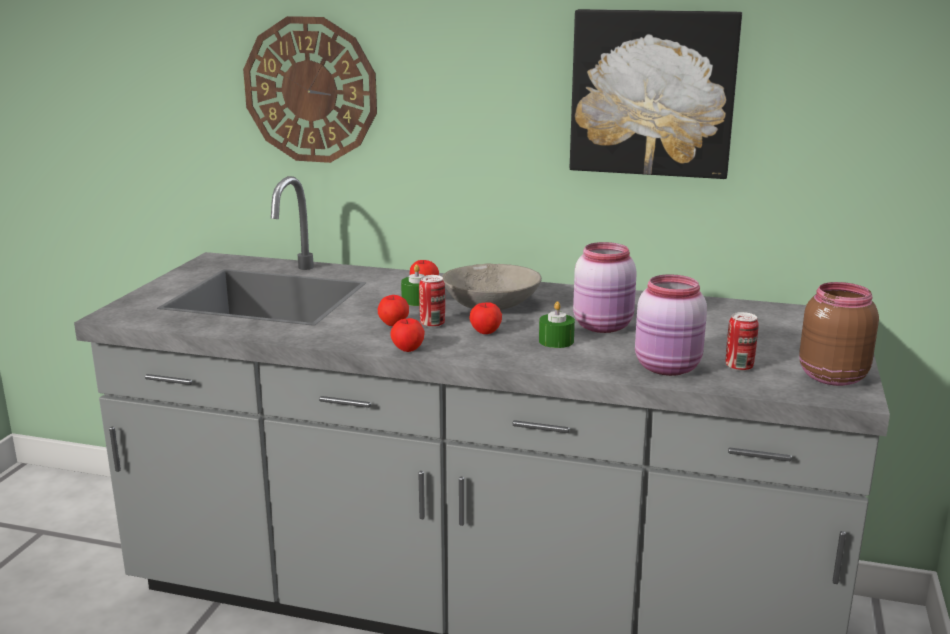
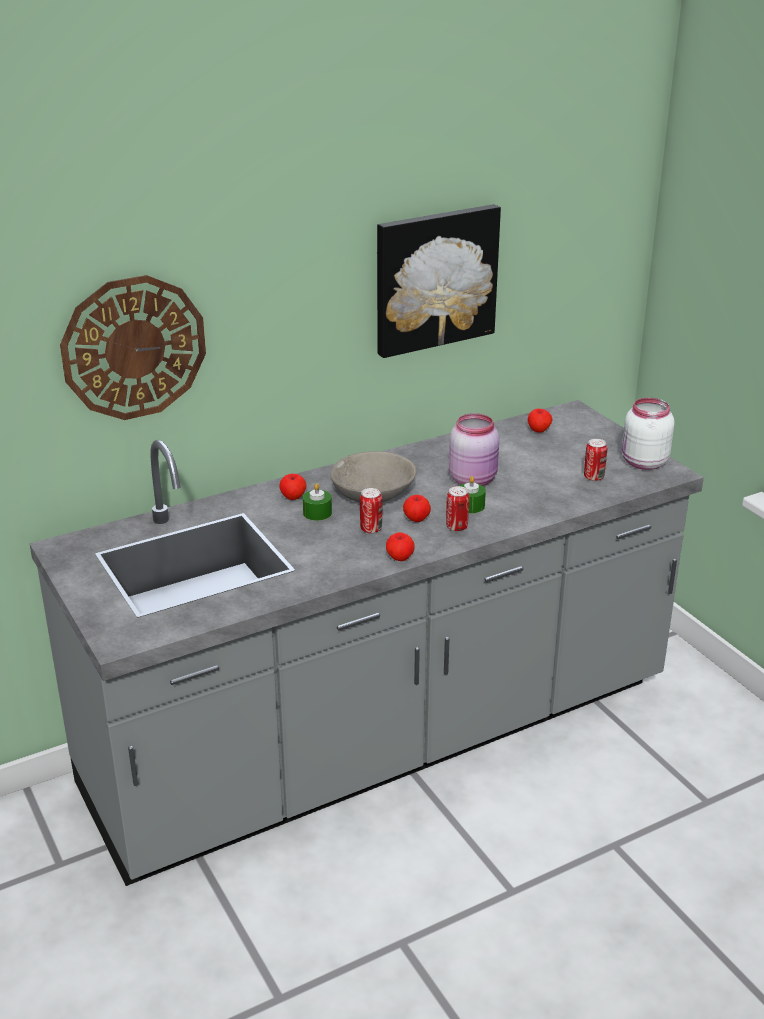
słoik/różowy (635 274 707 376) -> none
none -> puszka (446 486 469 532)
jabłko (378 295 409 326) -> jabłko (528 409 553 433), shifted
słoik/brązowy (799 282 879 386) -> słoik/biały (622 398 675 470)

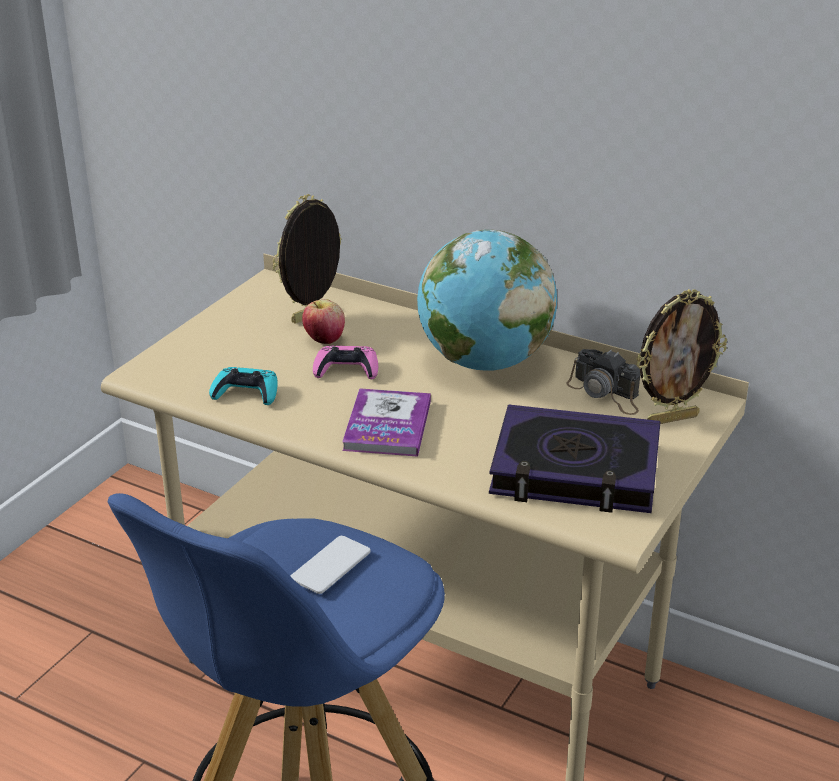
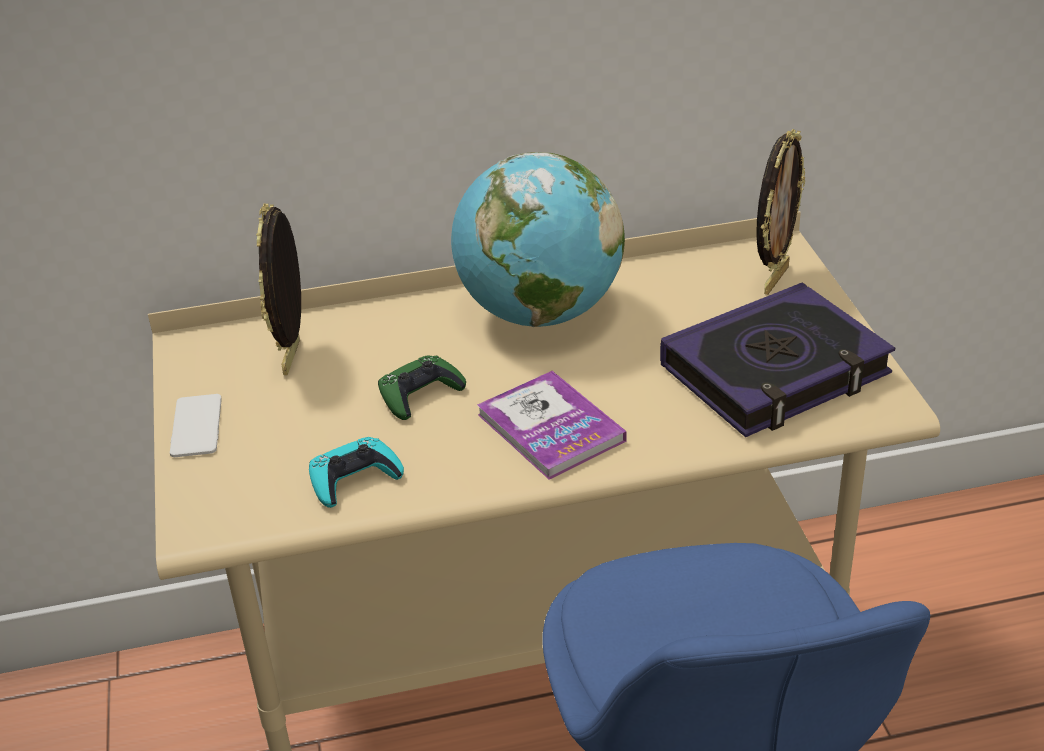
jabłko (302 299 345 344) -> none
aparat fotograficzny (566 349 640 415) -> none
telefon (290 536 371 594) -> telefon (170 394 222 457), shifted
pad do gier/różowy (313 346 378 379) -> pad do gier/zielony (378 355 466 420)

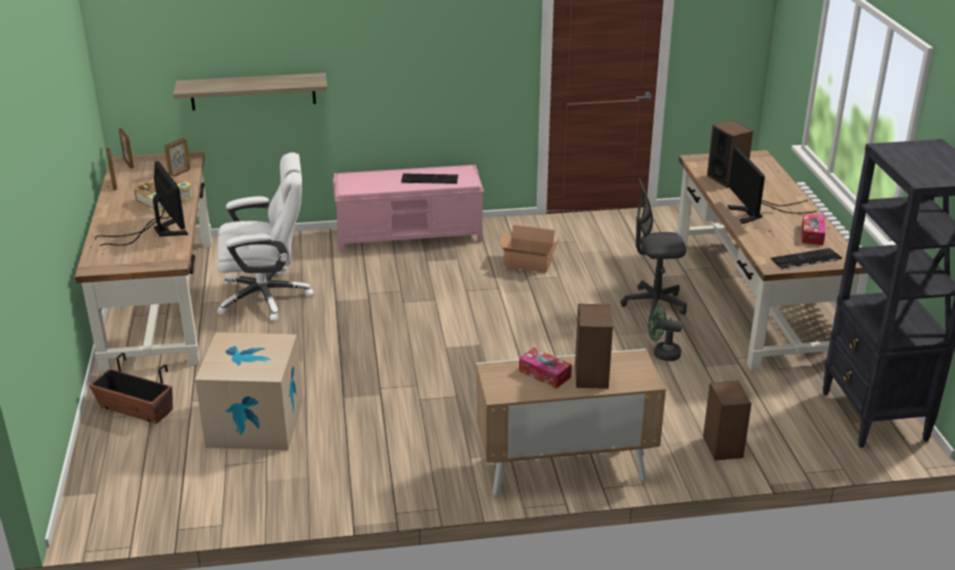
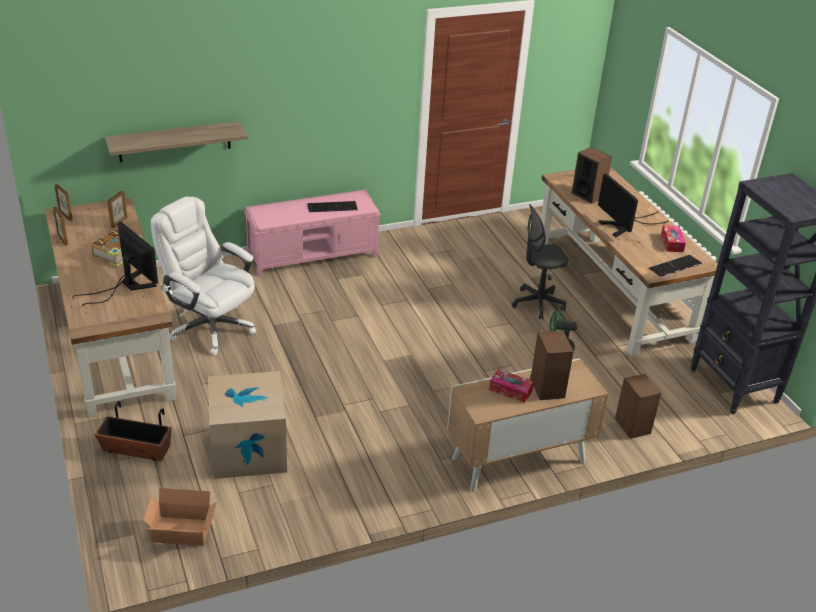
karton (499 225 561 272) -> karton (143 488 217 546), shifted
krzesło biurowe/biały (217 153 314 322) -> krzesło biurowe/biały (151 196 256 355), 120 degrees counterclockwise

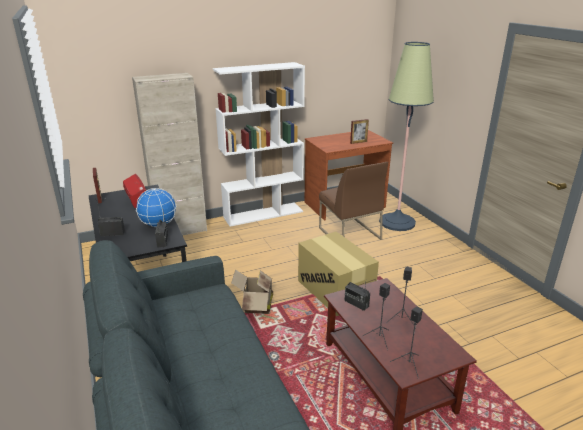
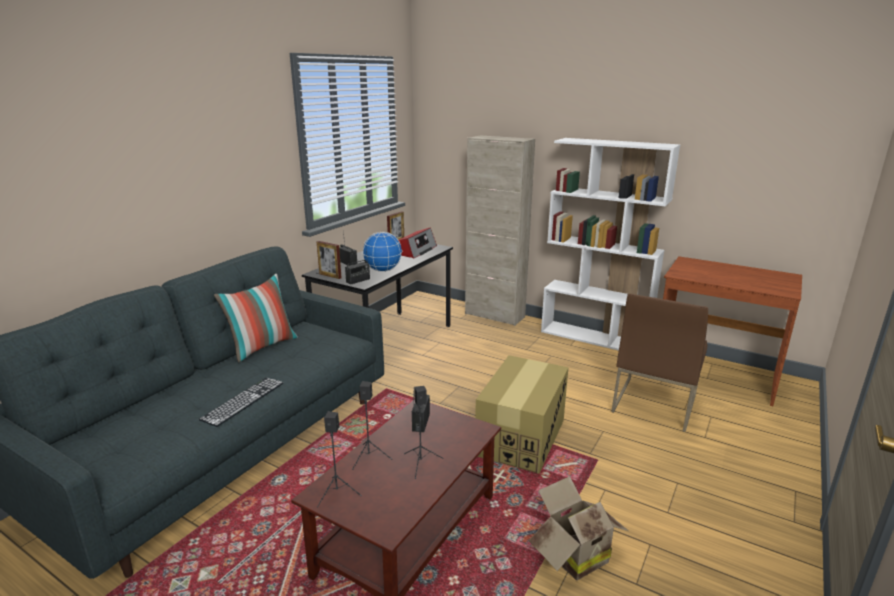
lampa stojąca (379 42 434 231) -> none
none -> klawiatura (199 377 283 427)
none -> poduszka (214 274 298 362)
karton (231 269 273 314) -> karton (529 476 629 580), shifted
ramka na zdjęcie (350 119 369 144) -> ramka na zdjęcie (317 241 342 279), shifted

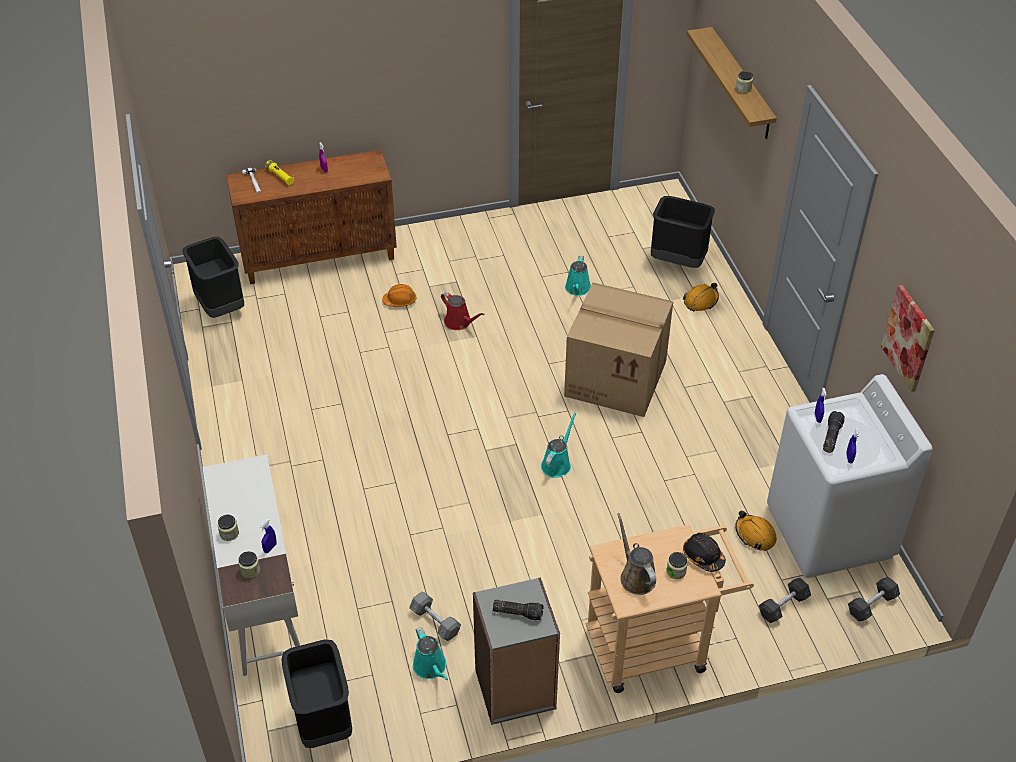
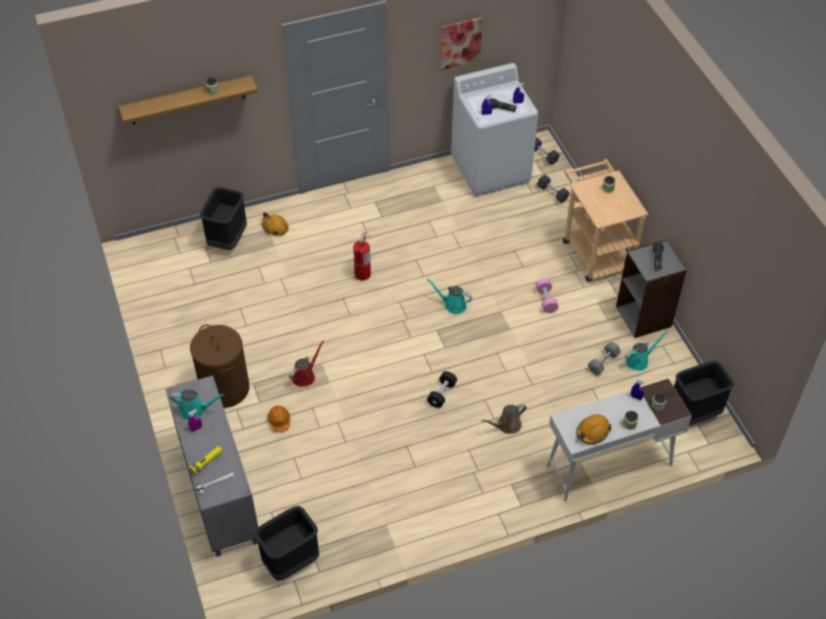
kask/czarny (683 533 726 572) -> none
none -> kosz na pranie/brązowy (190 324 249 408)
none -> hantel/czarny (427 371 457 408)
none -> hantel/różowy (535 278 559 313)
konewka/turkusowy (565 256 591 296) -> konewka/turkusowy (169 389 224 421), shifted
konewka/brązowy (617 513 656 595) -> konewka/brązowy (481 404 527 434), shifted
kask/pomarańczowy (735 510 777 551) -> kask/pomarańczowy (576 414 611 444), shifted
karton (564 283 673 417) -> gaśnica (353 232 371 280)
szafka/brązowy (226 150 397 284) -> szafka/szary (165 375 258 557)

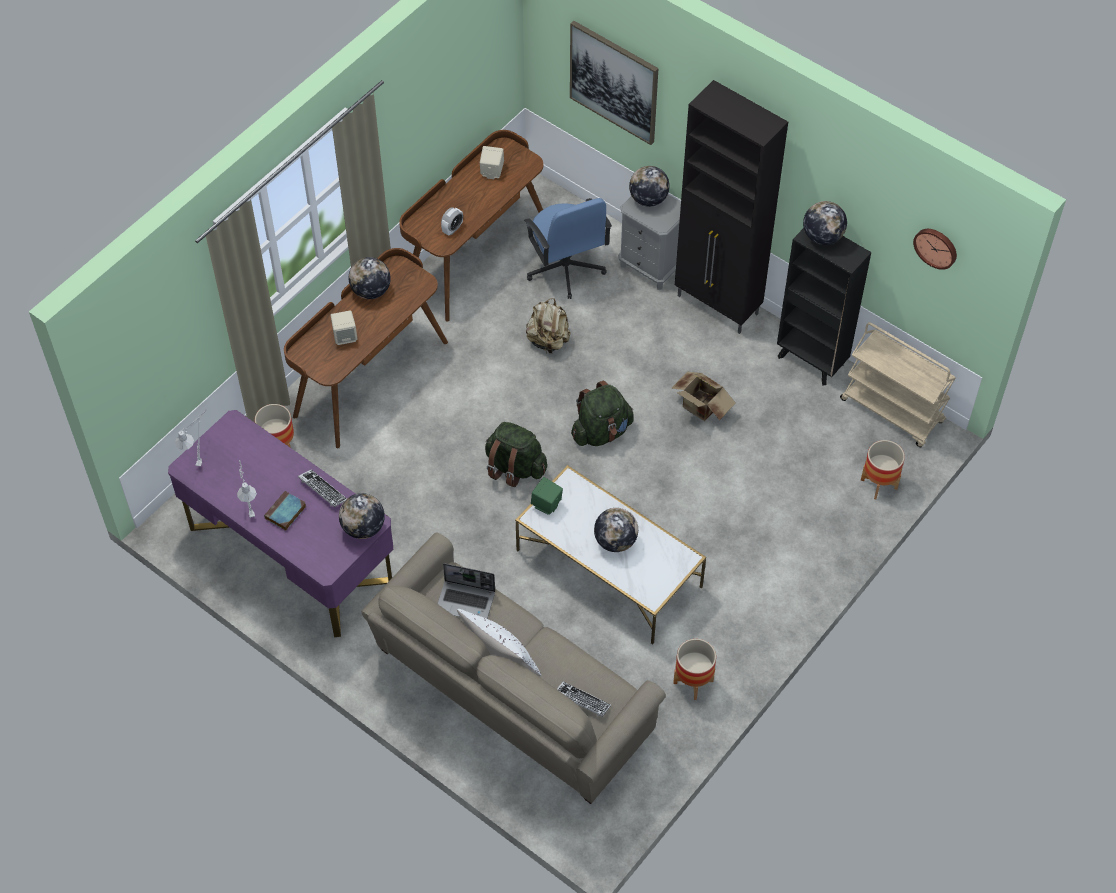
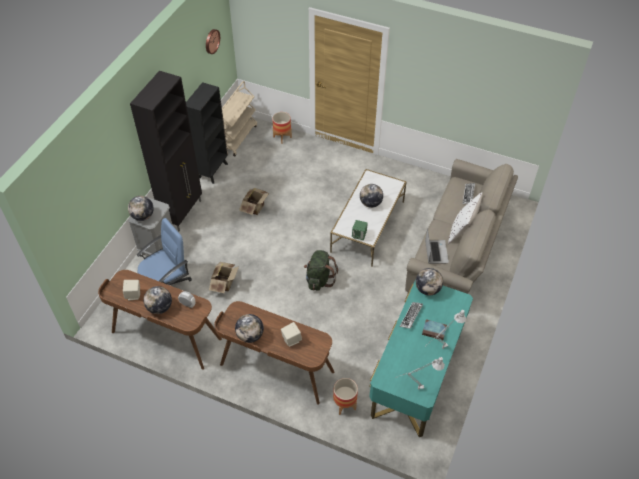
obraz (570 21 658 145) -> none
plecak/zielony (571 381 634 446) -> none
donica (673 639 716 700) -> none
globus (803 201 847 245) -> globus (143 286 172 314), shifted
plecak/beżowy (526 298 570 355) -> karton (209 262 239 293)
biurko/fioletowy (168 410 393 637) -> biurko/turkusowy (369 280 473 437)

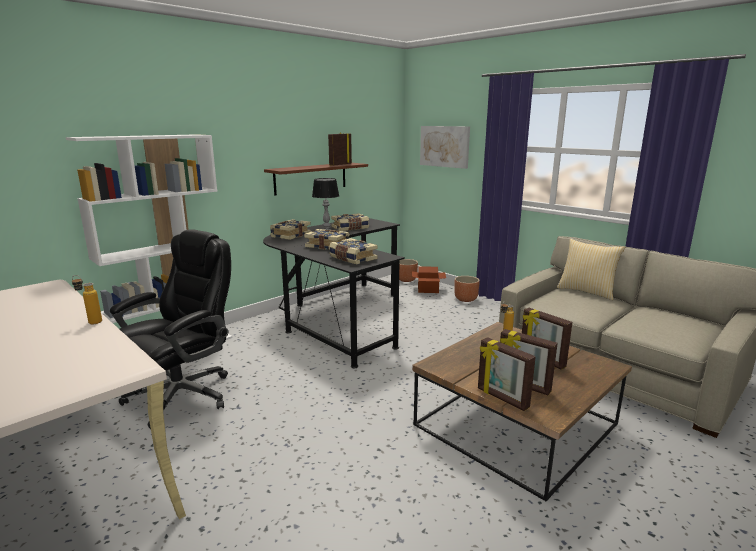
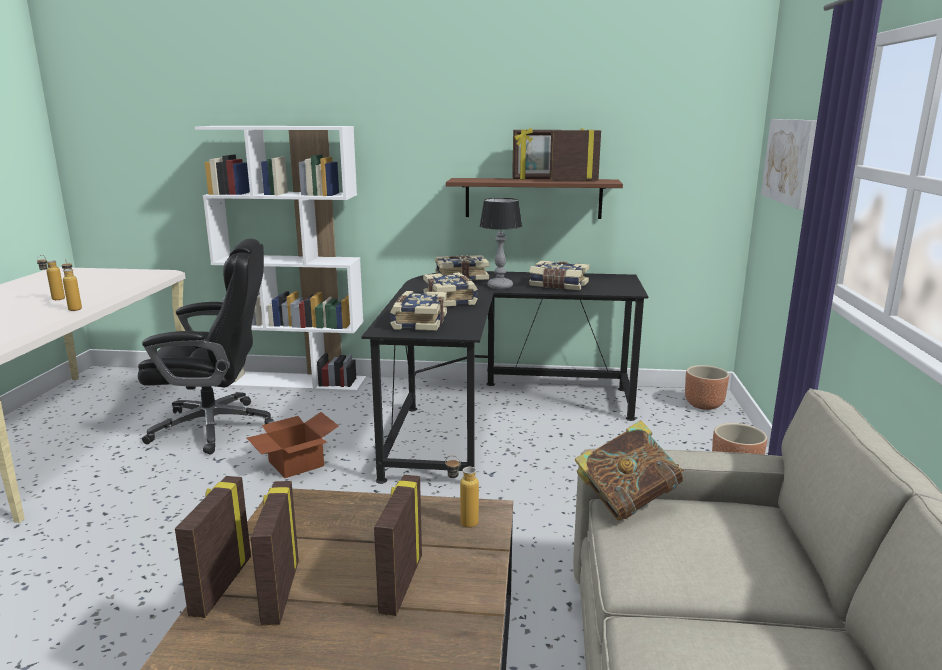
poduszka (557 239 626 300) -> none
none -> butelka (37 255 65 300)
none -> ramka na zdjęcie (512 128 551 180)
none -> książka (575 420 684 521)
karton (412 266 446 293) -> karton (247 412 339 478), shifted

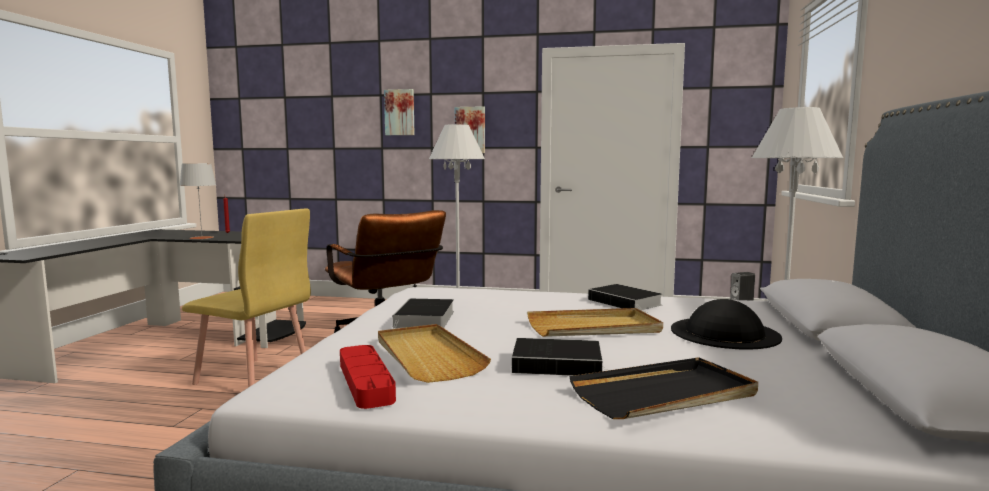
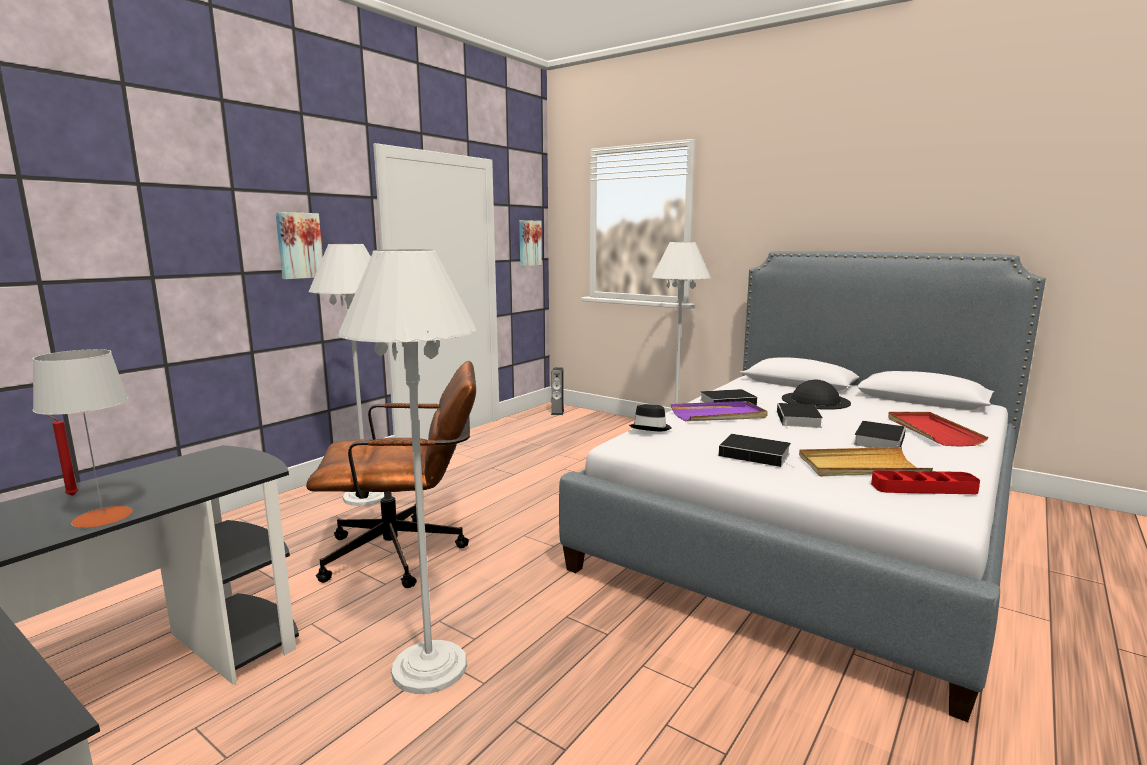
none -> kapelusz/czarny (629 404 672 431)
none -> taca/fioletowy (671 401 768 421)
obraz (384 89 415 135) -> obraz (519 220 542 266), shifted
krzesło/żółty (182 208 311 388) -> lampa stojąca/biały (338 250 477 694)
taca/beżowy (527 308 663 337) -> książka (777 403 823 429)
taca/czarny (569 357 758 419) -> taca/czerwony (888 412 989 447)

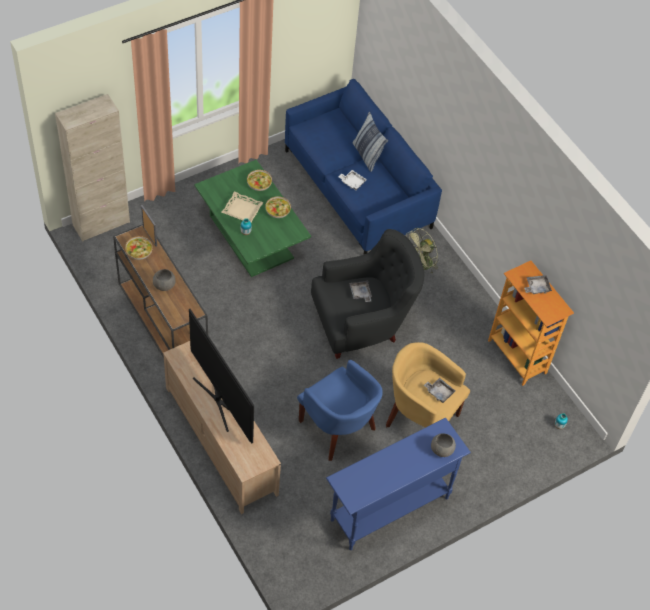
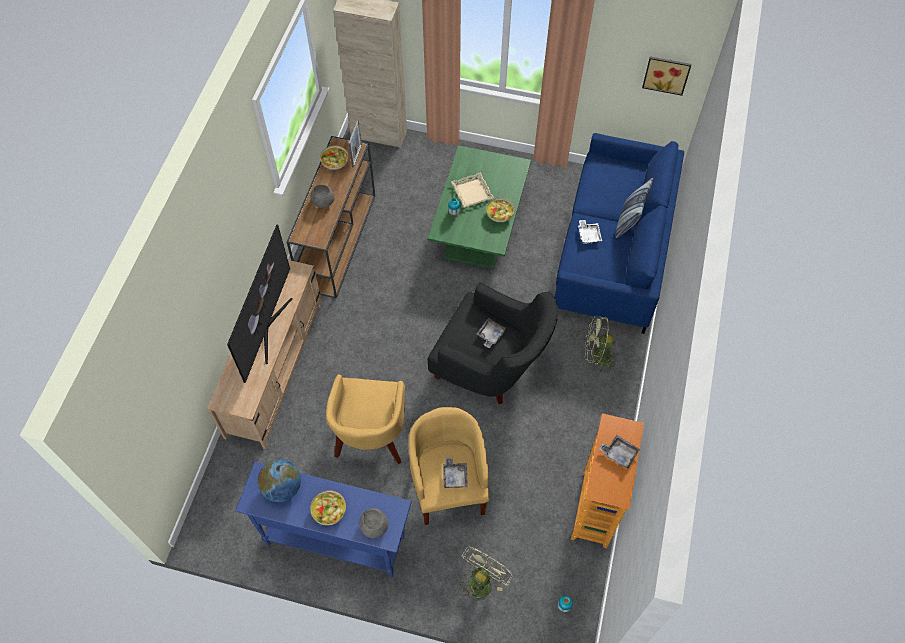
none -> globus (258 459 301 502)
none -> wentylator/zielony (460 546 512 600)
none -> obraz (642 57 692 96)
miska (247 170 272 191) -> miska (310 490 346 525), shifted
fotel/niebieski (297 360 383 461) -> fotel/żółty (326 374 405 464)

